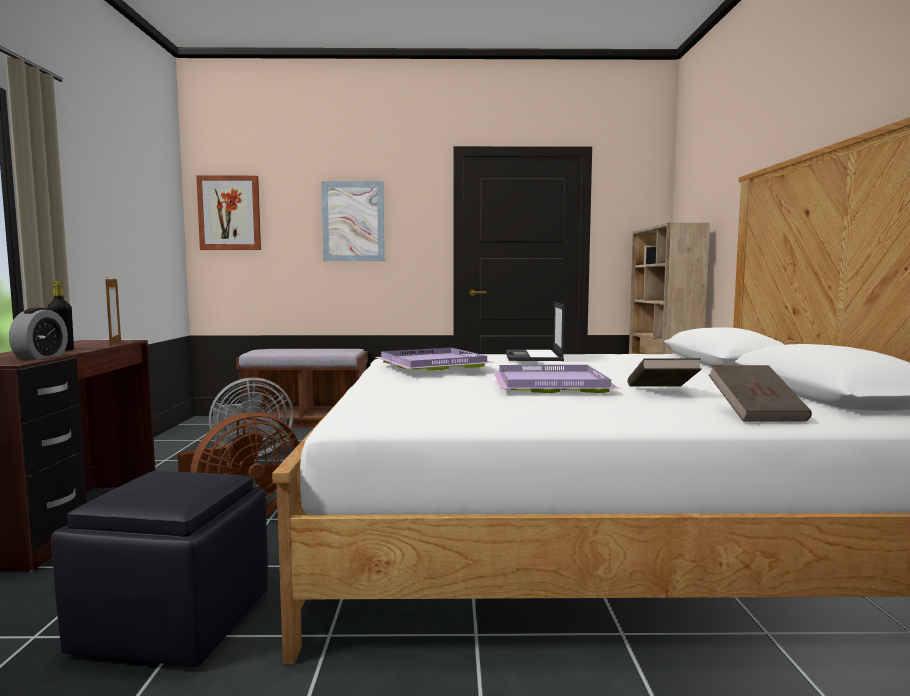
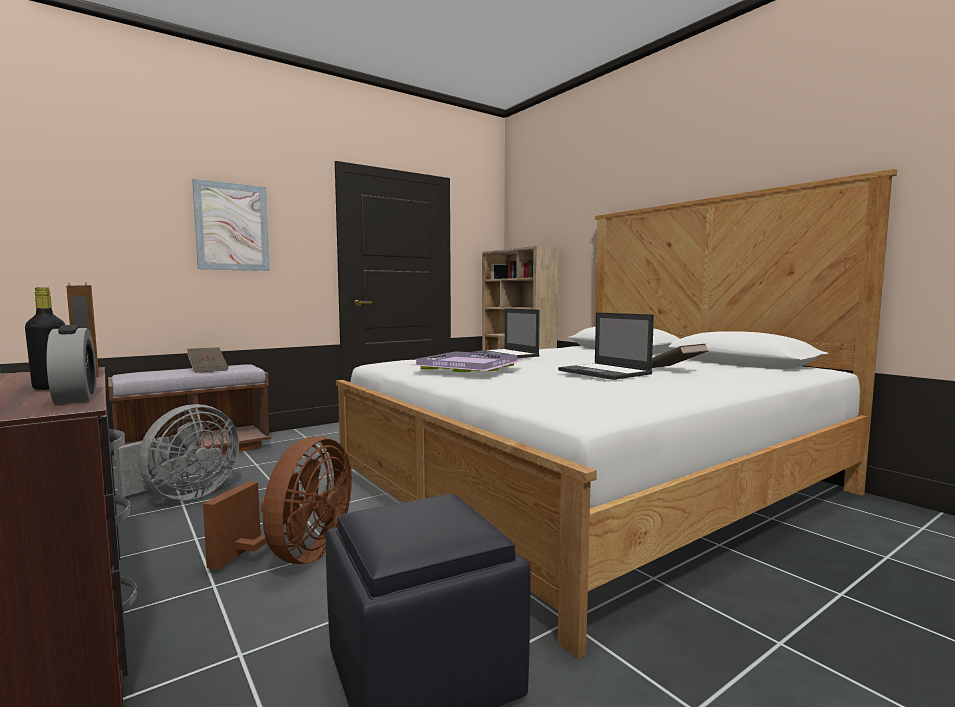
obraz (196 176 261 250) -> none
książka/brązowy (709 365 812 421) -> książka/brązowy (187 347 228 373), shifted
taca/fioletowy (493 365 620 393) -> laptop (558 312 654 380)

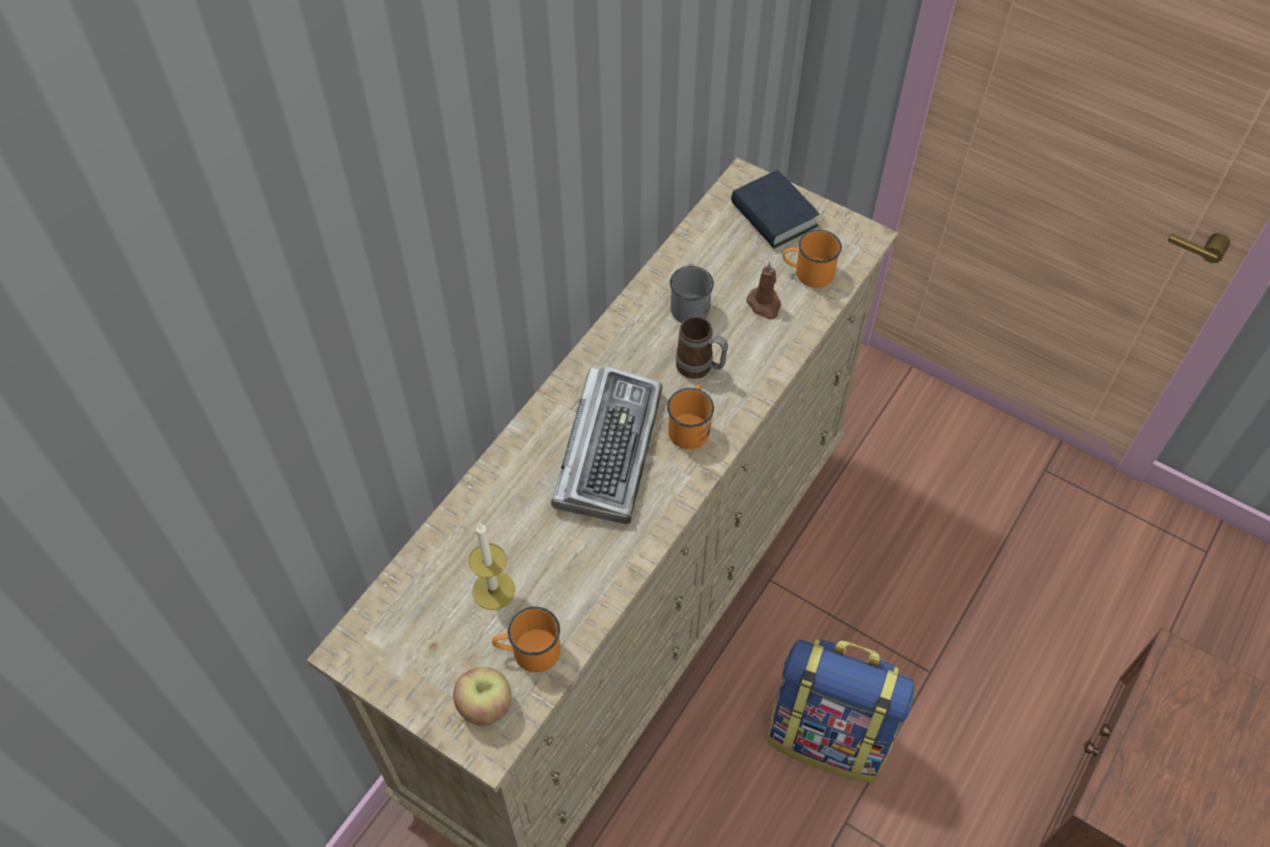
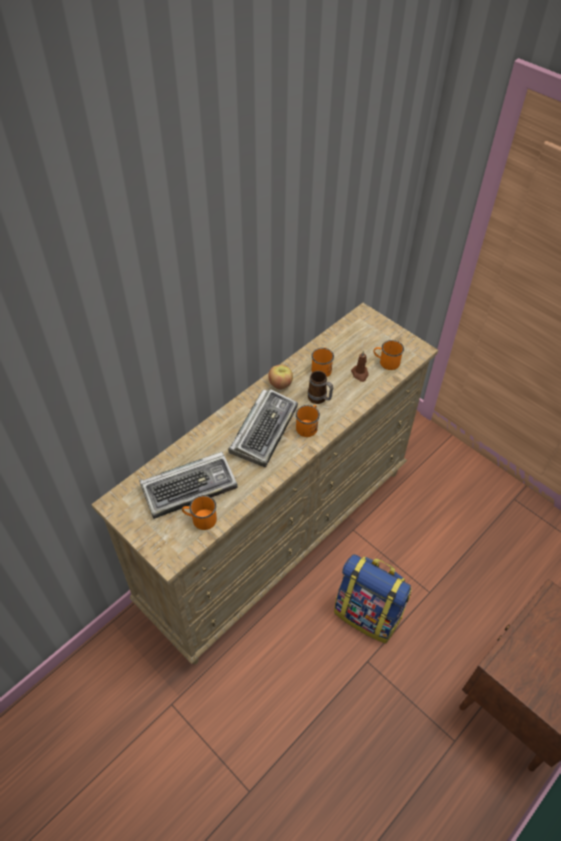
książka (731 170 819 248) -> none
jabłko (453 667 512 726) -> jabłko (268 365 293 389), shifted
świeca (469 523 515 610) -> klawiatura (139 452 238 519)
kubek/szary (670 264 714 323) -> kubek/pomarańczowy (311 347 334 377)

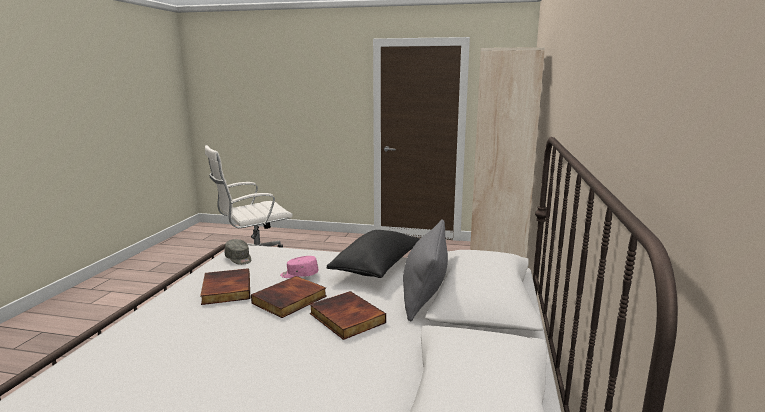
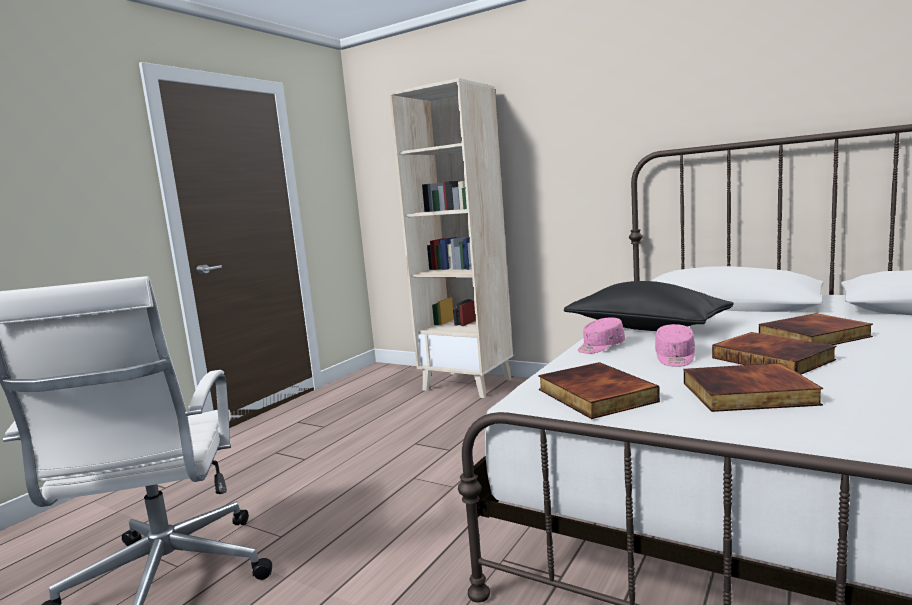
poduszka/szary (403 219 448 321) -> none
none -> czapka z daszkiem/różowy (578 318 625 354)
czapka z daszkiem/szary (225 239 251 265) -> książka (538 362 660 419)

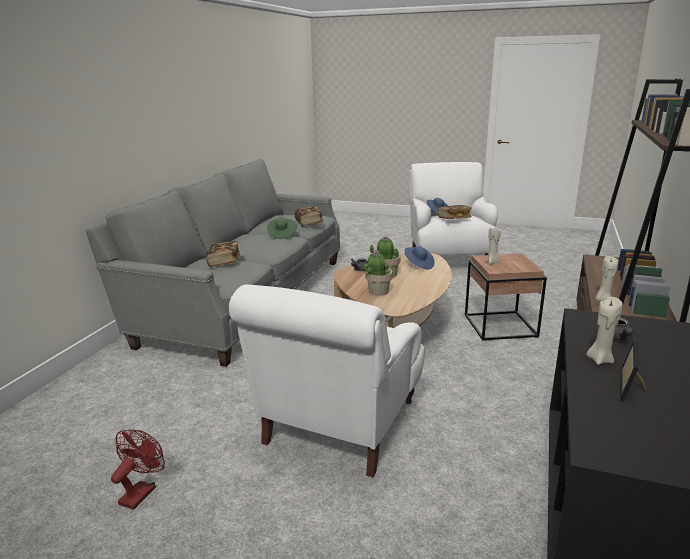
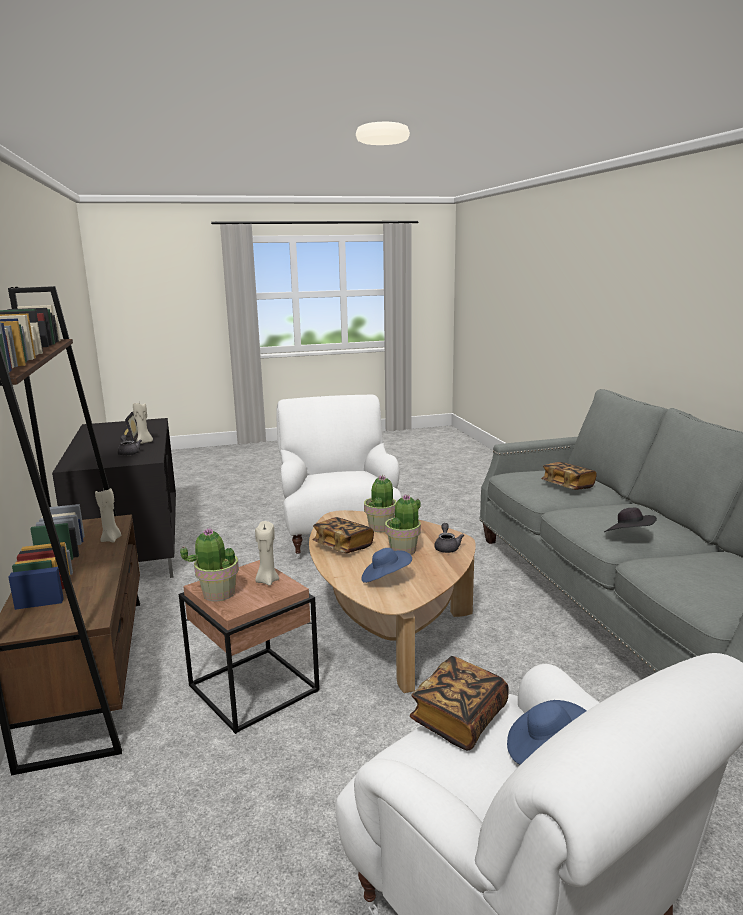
wentylator/czerwony (111 430 165 510) -> none
none -> roślina doniczkowa (180 528 239 601)
książka (295 206 323 227) -> książka (313 517 374 553), shifted
kapelusz/zielony (267 217 297 239) -> kapelusz/czarny (604 508 657 532)

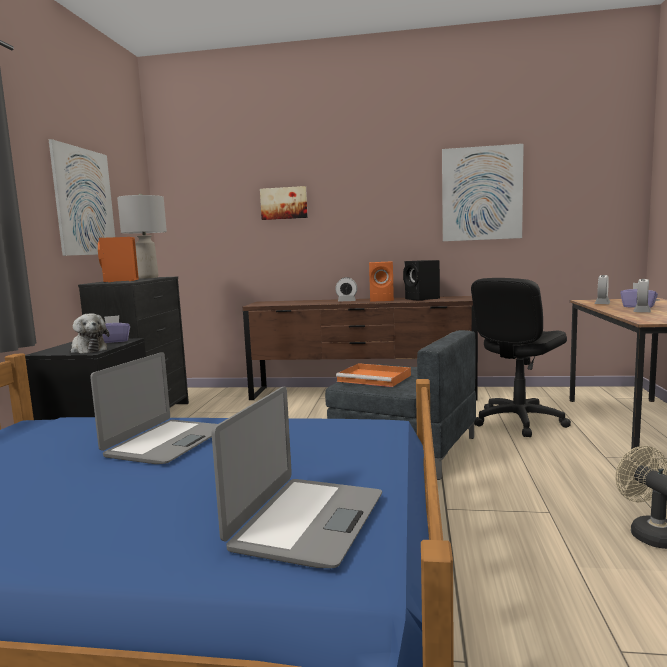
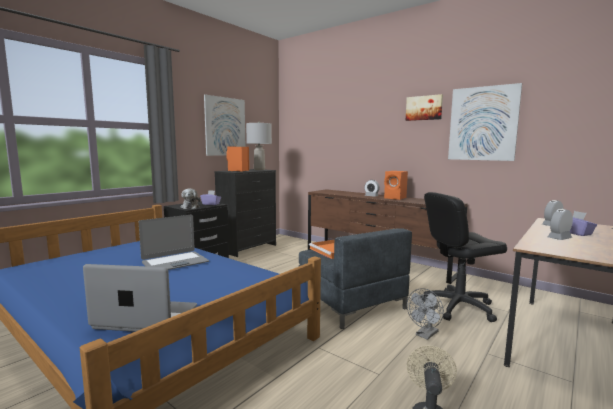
głośnik/czarny (403 260 440 301) -> none
none -> wentylator/szary (407 288 444 340)
obraz (260 186 308 220) -> obraz (406 94 443 121), shifted
laptop (212 387 382 568) -> laptop (83 264 197 332), 135 degrees counterclockwise

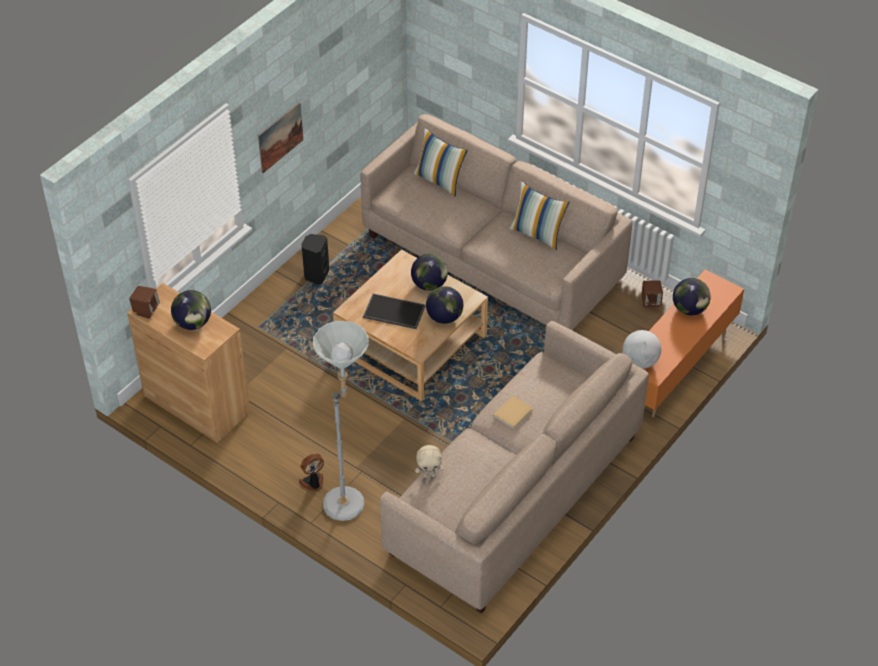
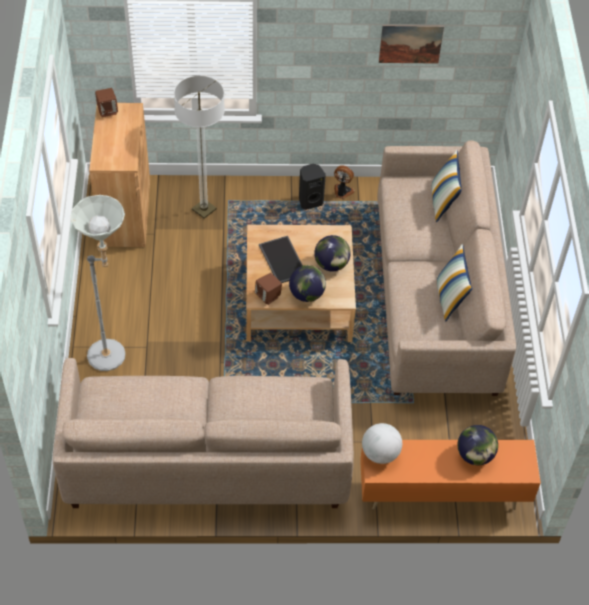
globus (171 290 211 330) -> none
pluszak/beżowy (415 445 444 478) -> none
książka/beżowy (493 395 533 430) -> none
none -> lampa stojąca (174 75 225 219)
obraz (258 102 303 173) -> obraz (379 25 444 64), shifted
wentylator (299 454 324 492) -> wentylator (334 165 355 199), shifted
głośnik/brązowy (642 280 663 308) -> głośnik/brązowy (255 273 282 305), shifted

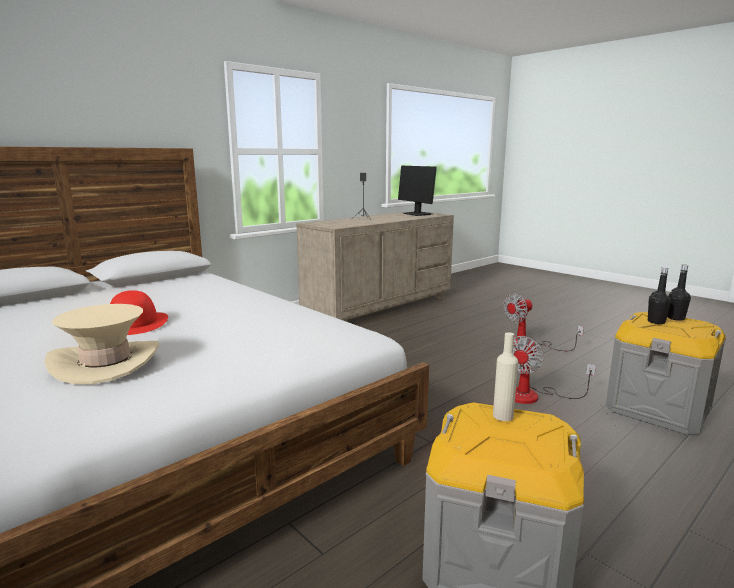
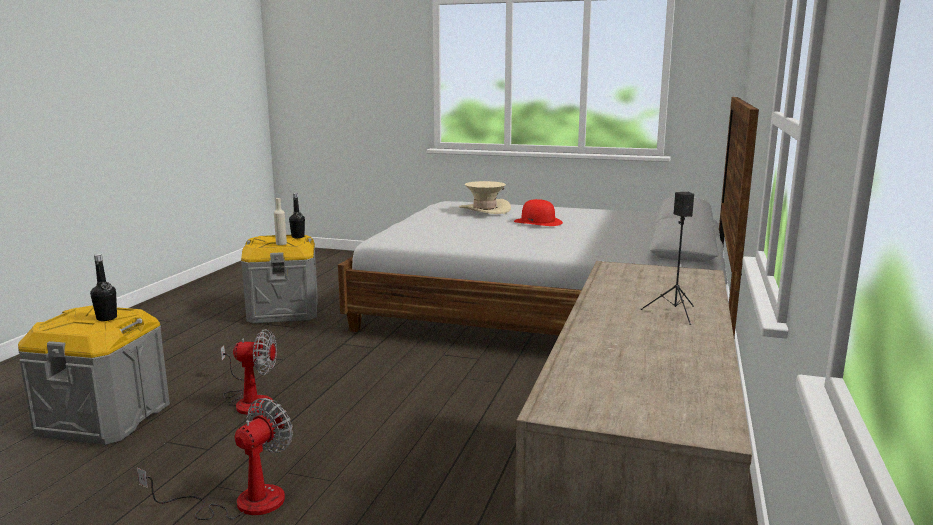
monitor (398 165 437 216) -> none
butelka/czarny (667 265 691 321) -> butelka/czarny (289 193 305 238), shifted
wentylator (503 336 596 404) -> wentylator (221 329 277 415), 90 degrees clockwise

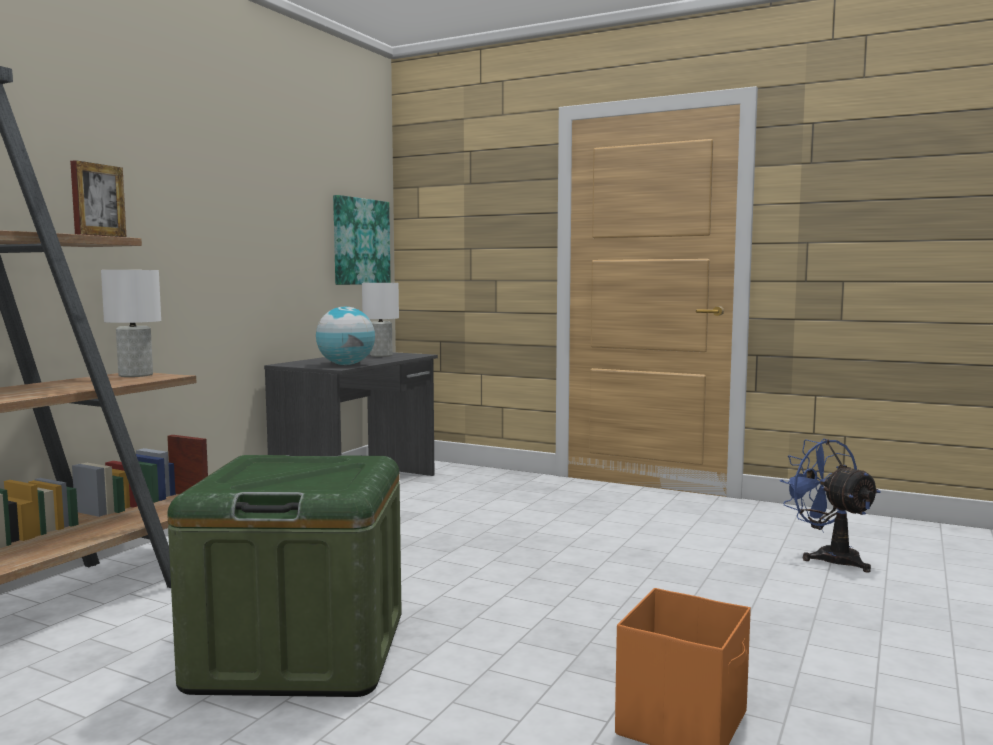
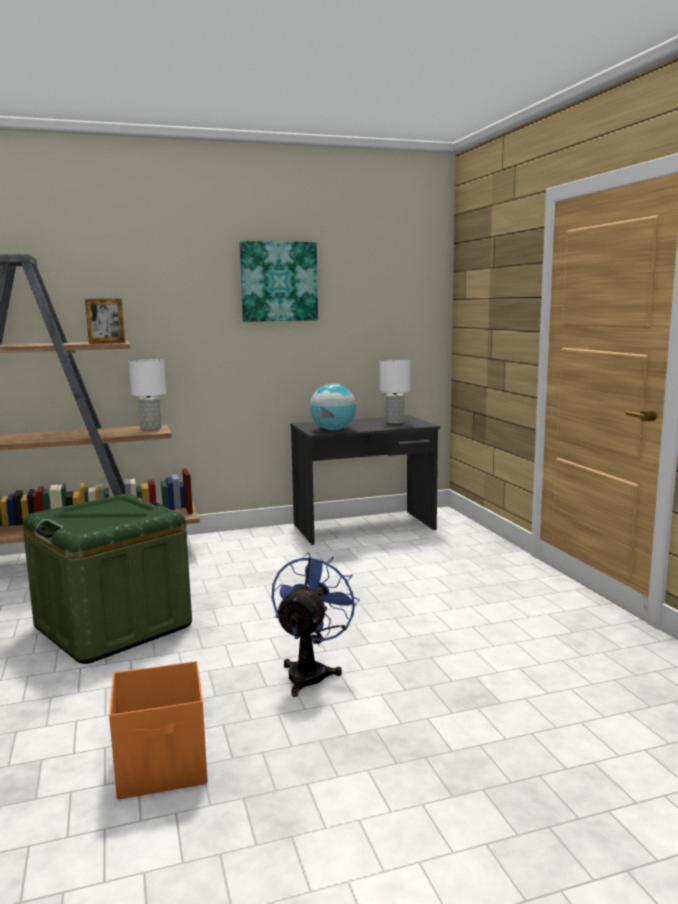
obraz (333 195 391 285) -> obraz (239 241 318 322), shifted
wentylator/niebieski (780 439 881 573) -> wentylator/niebieski (272 553 359 697), shifted

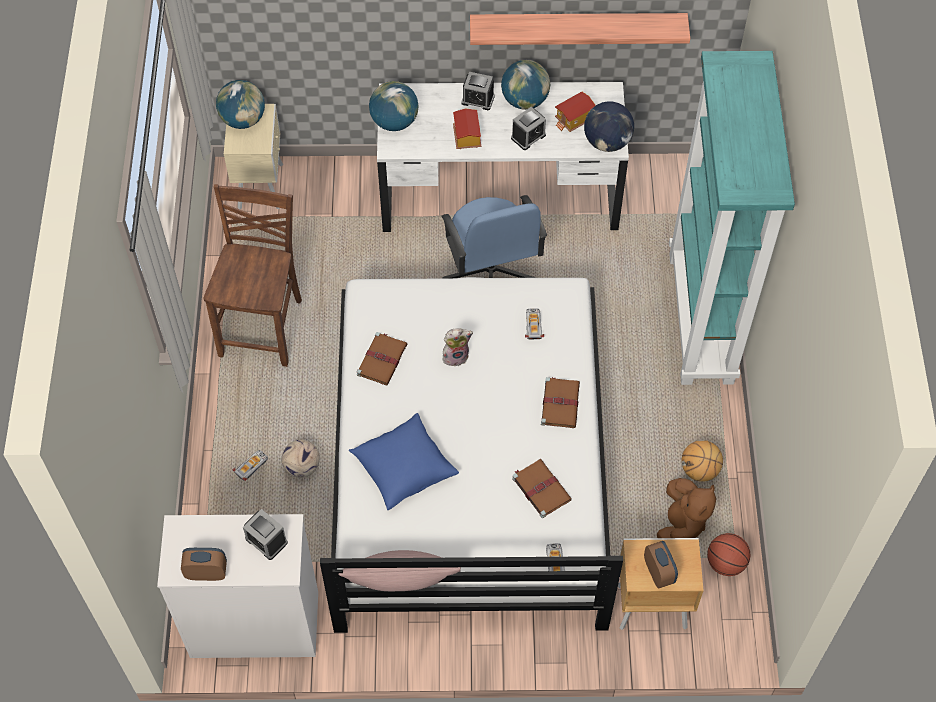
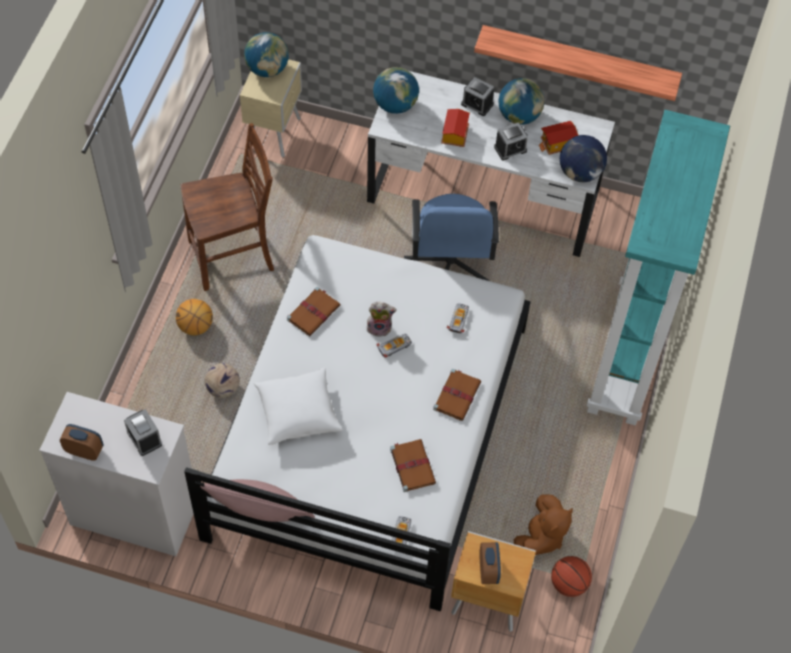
samochodzik (232 450 268 481) -> samochodzik (376 334 412 358), shifted
piłka do koszykówki (681 440 723 482) -> piłka do koszykówki (176 299 213 335), shifted
poduszka/niebieski (349 413 459 510) -> poduszka/biały (254 367 343 445)
krzesło/brązowy (203 184 302 367) -> krzesło/brązowy (181 123 274 291), 45 degrees clockwise

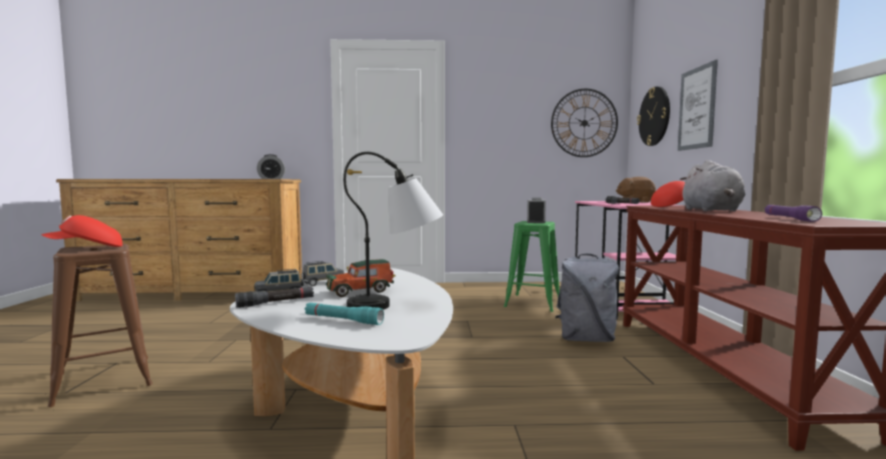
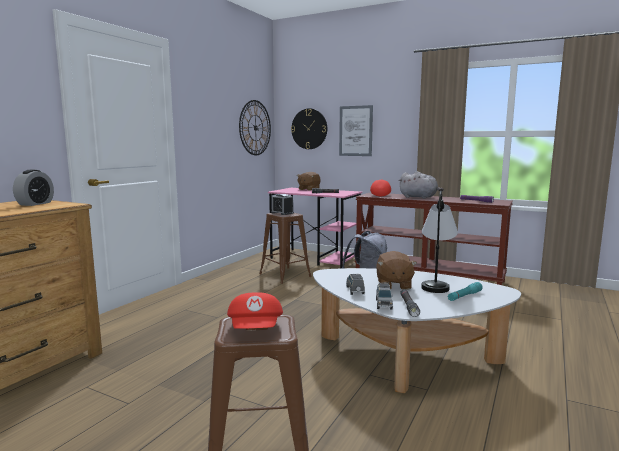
samochodzik (326 259 395 297) -> pluszak/brązowy (376 251 417 290)
stołek/zielony (504 221 559 312) -> stołek/brązowy (259 213 312 284)

